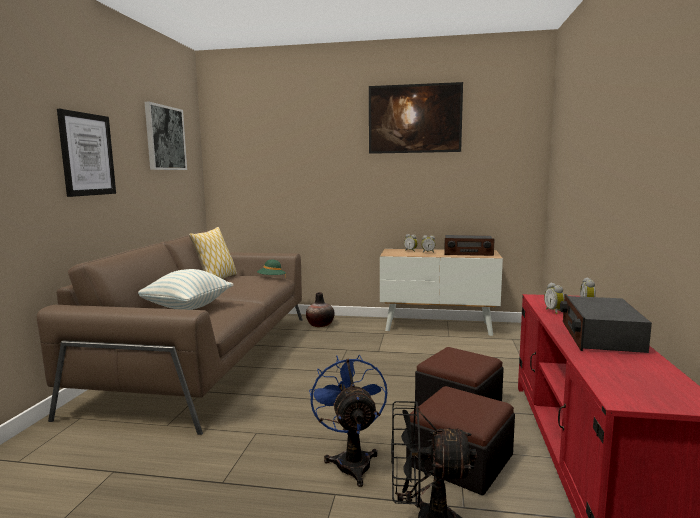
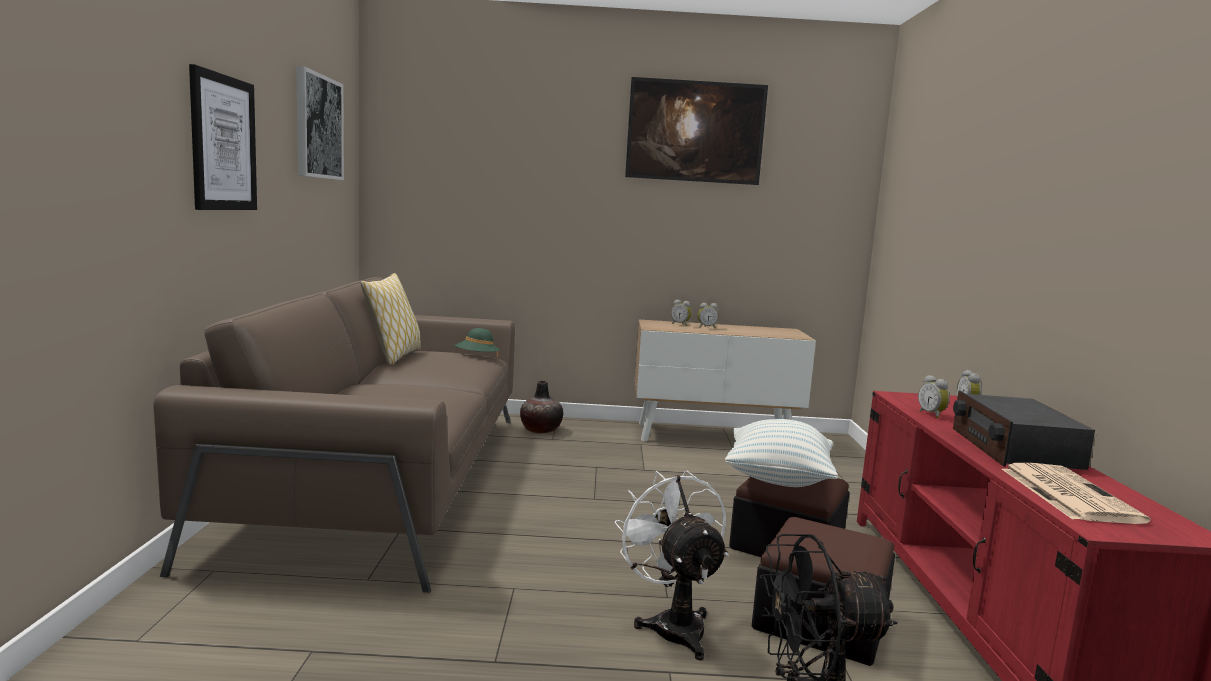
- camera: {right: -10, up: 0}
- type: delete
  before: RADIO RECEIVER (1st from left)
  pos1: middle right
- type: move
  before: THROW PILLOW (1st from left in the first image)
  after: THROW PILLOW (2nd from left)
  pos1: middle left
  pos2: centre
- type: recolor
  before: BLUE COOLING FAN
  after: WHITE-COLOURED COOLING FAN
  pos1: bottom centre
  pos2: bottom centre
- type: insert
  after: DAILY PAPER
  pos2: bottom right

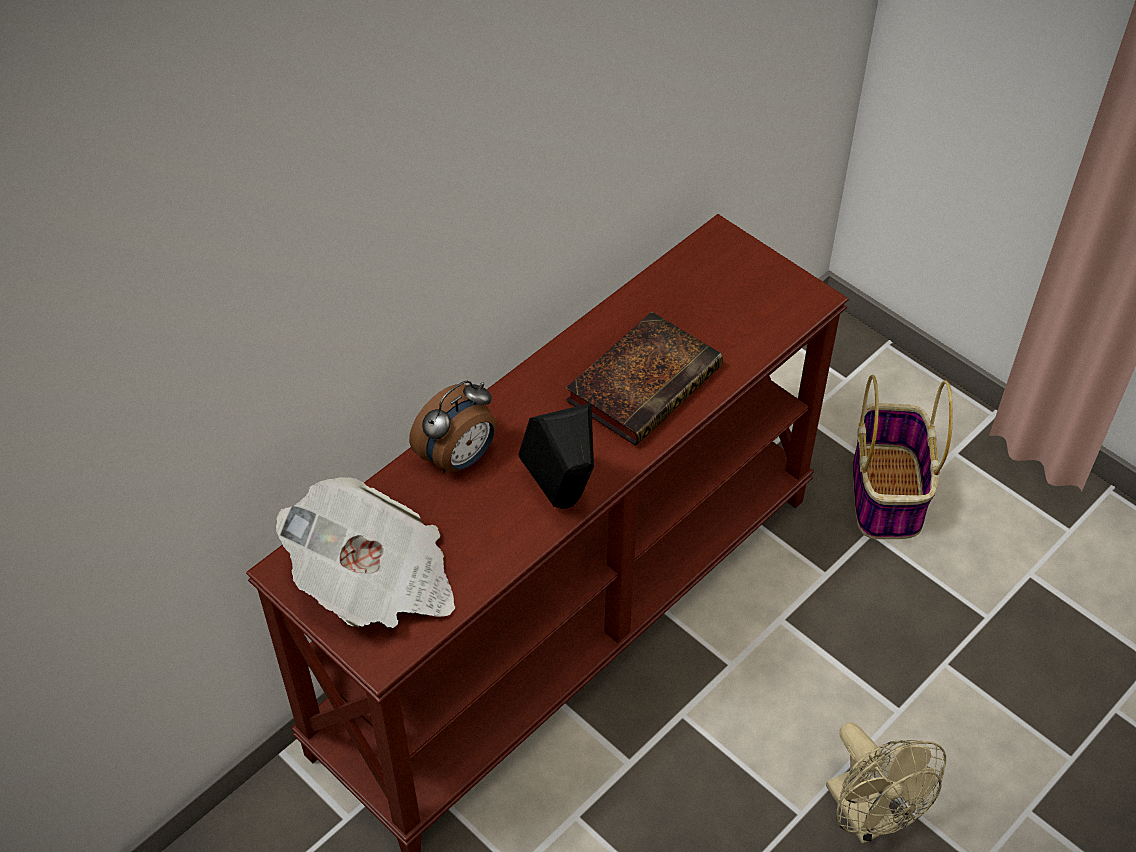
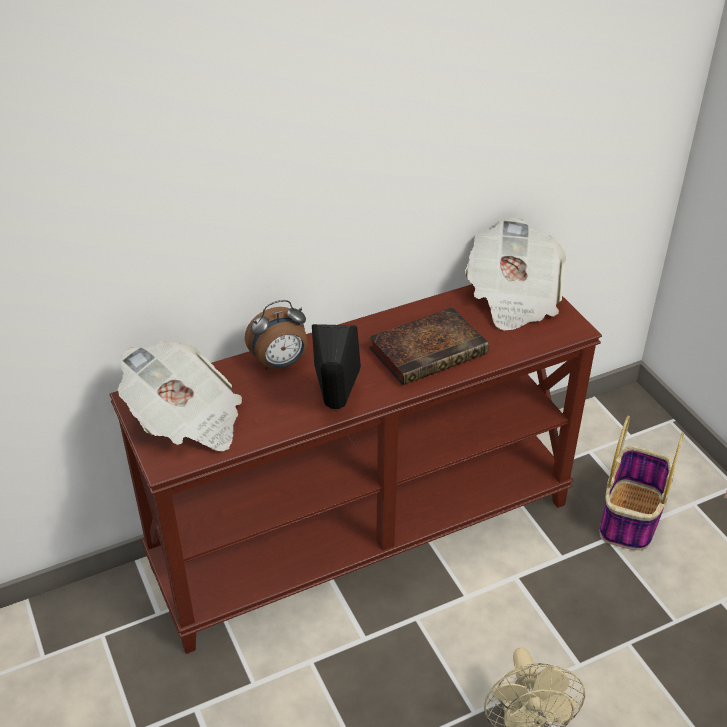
- camera: {right: 20, up: -10}
- type: insert
  after: DAILY PAPER (2nd from left)
  pos2: middle right

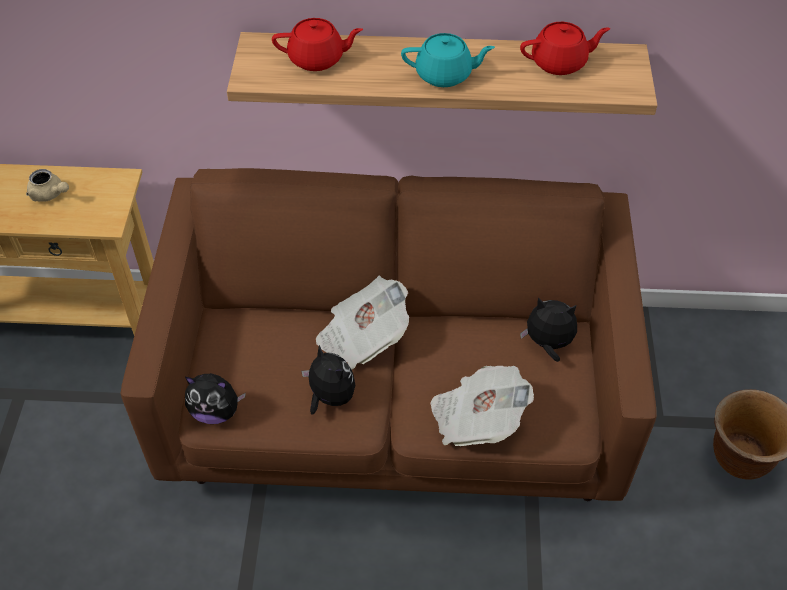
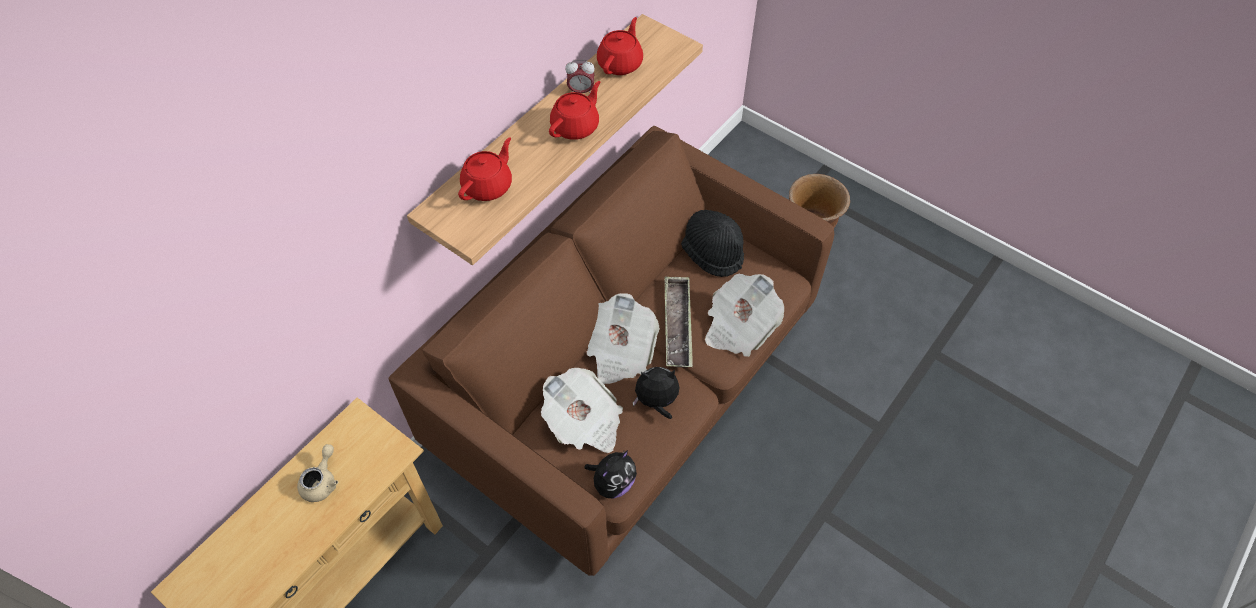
- camera: {right: -55, up: 5}
- type: recolor
  before: TURQUOISE-COLOURED TEA POT
  after: REDDISH TEA POT (2nd from left)
  pos1: top centre
  pos2: top centre
- type: rotate
  before: SAND-COLOURED TEA POT
  pos1: top left
  pos2: bottom left
  turn: -45
- type: replace
  before: SOFT TOY (3rd from left)
  after: BLACK WEARABLE HAT
  pos1: middle right
  pos2: centre
- type: insert
  after: ALARM CLOCK
  pos2: top centre
- type: insert
  after: SERVING TRAY
  pos2: centre
- type: insert
  after: DAILY PAPER (1st from left)
  pos2: bottom centre

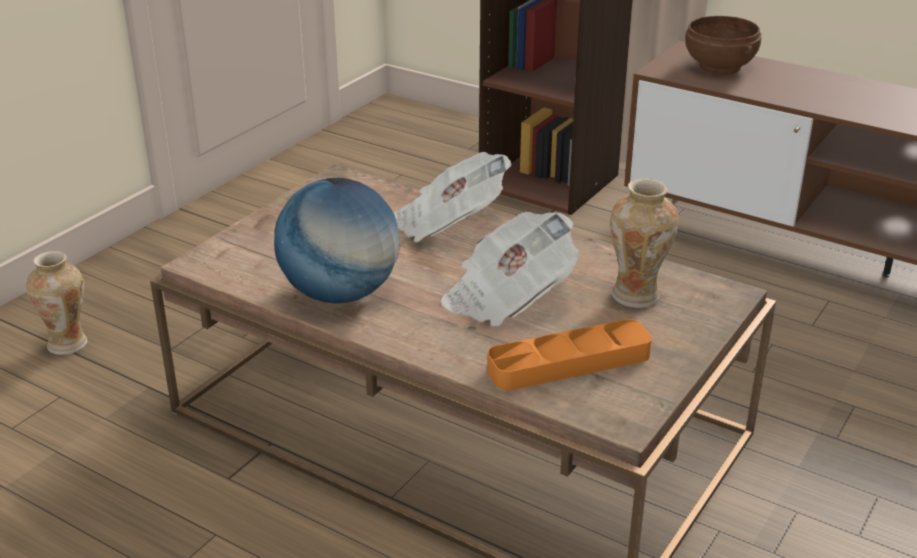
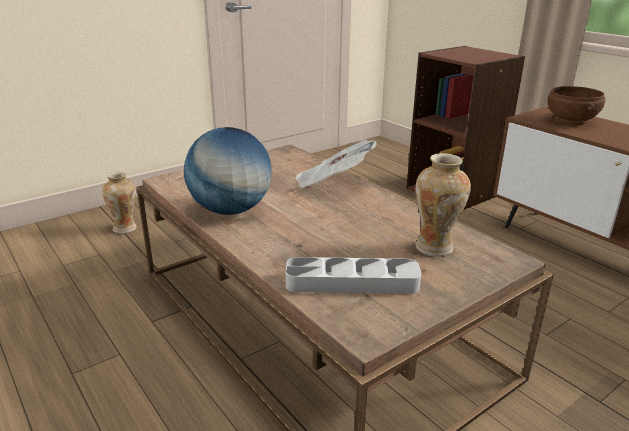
- camera: {right: 20, up: -5}
- type: delete
  before: DAILY PAPER (2nd from left)
  pos1: centre
- type: recolor
  before: ORANGE SERVING TRAY
  after: GREYISH SERVING TRAY
  pos1: centre
  pos2: centre

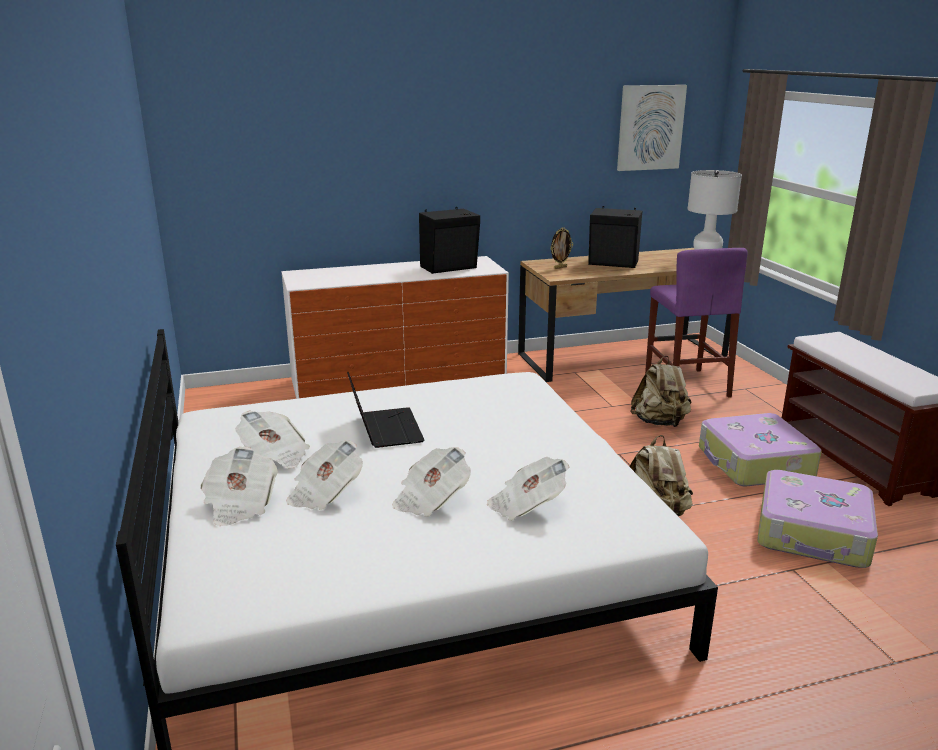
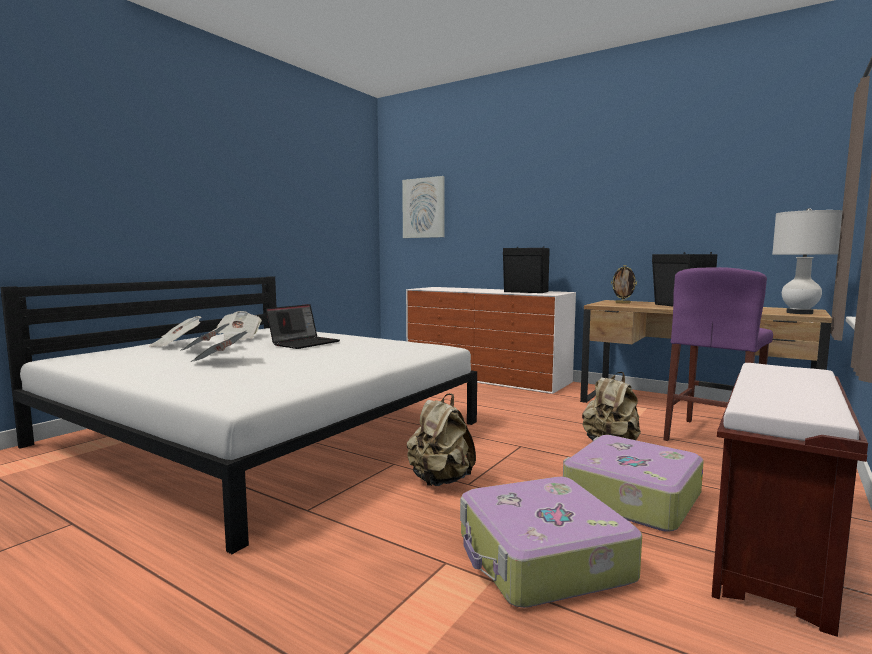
- camera: {right: 50, up: -15}
- type: move
  before: PICTURE
  pos1: top right
  pos2: top centre
- type: delete
  before: DAILY PAPER (5th from left)
  pos1: centre

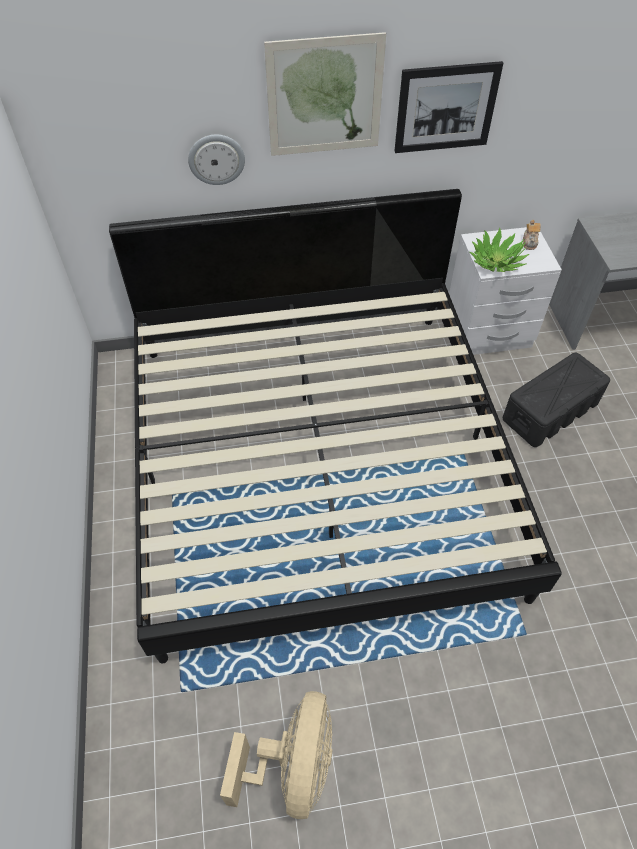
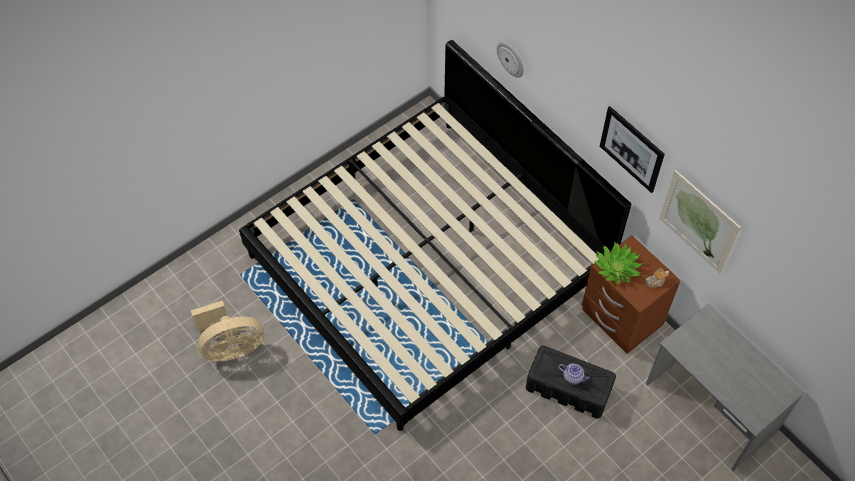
- camera: {right: 60, up: 5}
- type: move
  before: PICTURE (1st from left in the first image)
  after: PICTURE (2nd from left)
  pos1: top centre
  pos2: middle right
- type: recolor
  before: WHITE-COLOURED BEDSIDE TABLE
  after: BROWN BEDSIDE TABLE
  pos1: middle right
  pos2: middle right
- type: insert
  after: TEA POT (1st from left)
  pos2: bottom right

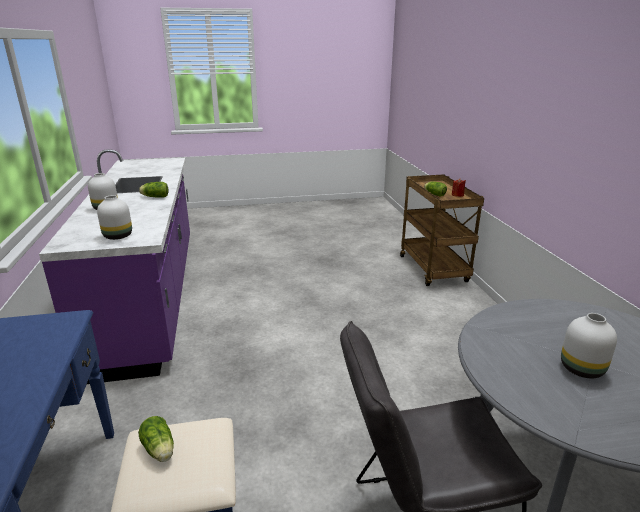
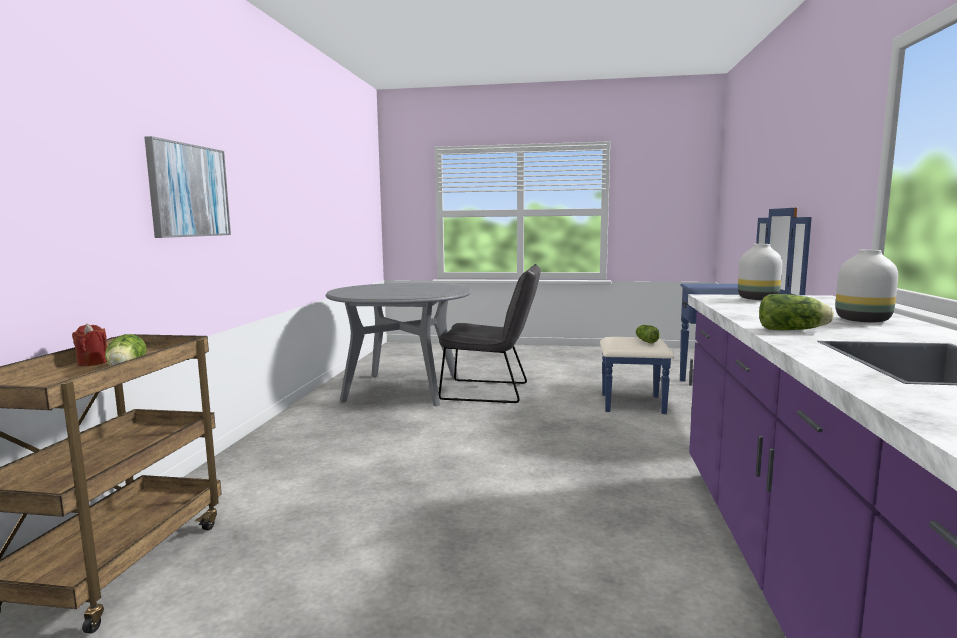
- camera: {right: -160, up: -15}
- type: delete
  before: WHITE-COLOURED VASE (3rd from left)
  pos1: bottom right
- type: insert
  after: PICTURE
  pos2: top left

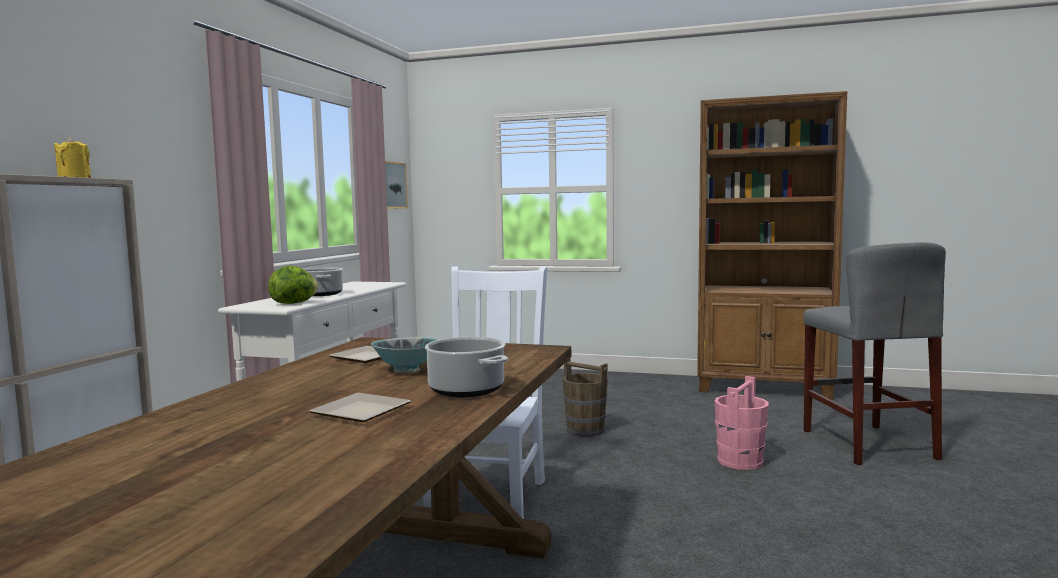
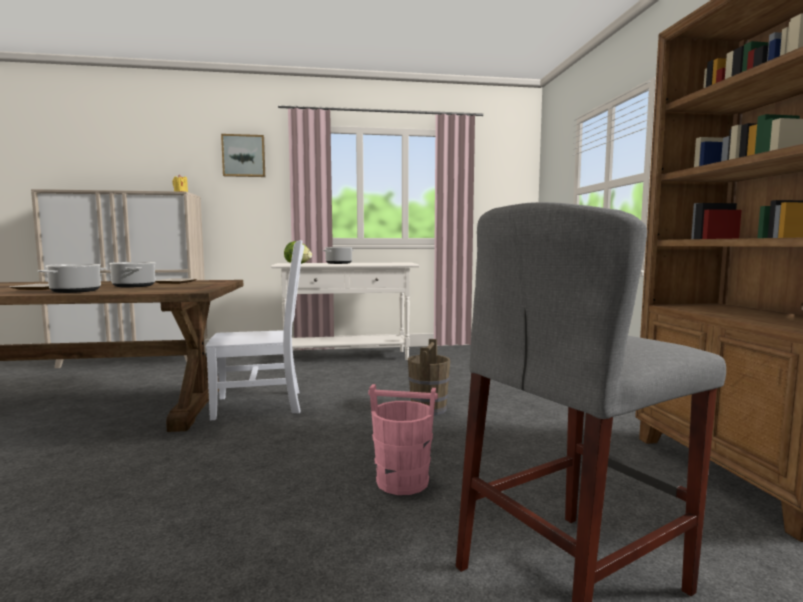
- camera: {right: 65, up: 0}
- type: move
  before: PICTURE
  pos1: top centre
  pos2: top left
- type: replace
  before: DEEP DISH
  after: SAUCEPOT (2nd from left)
  pos1: centre
  pos2: middle left

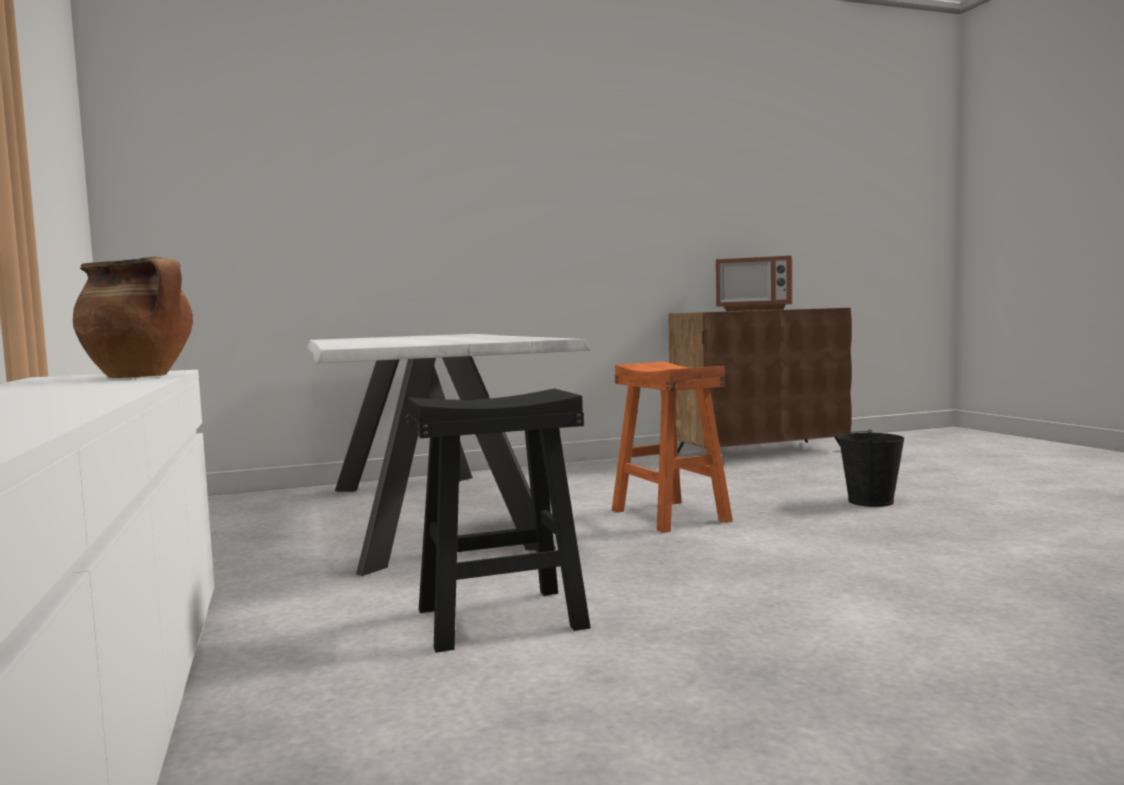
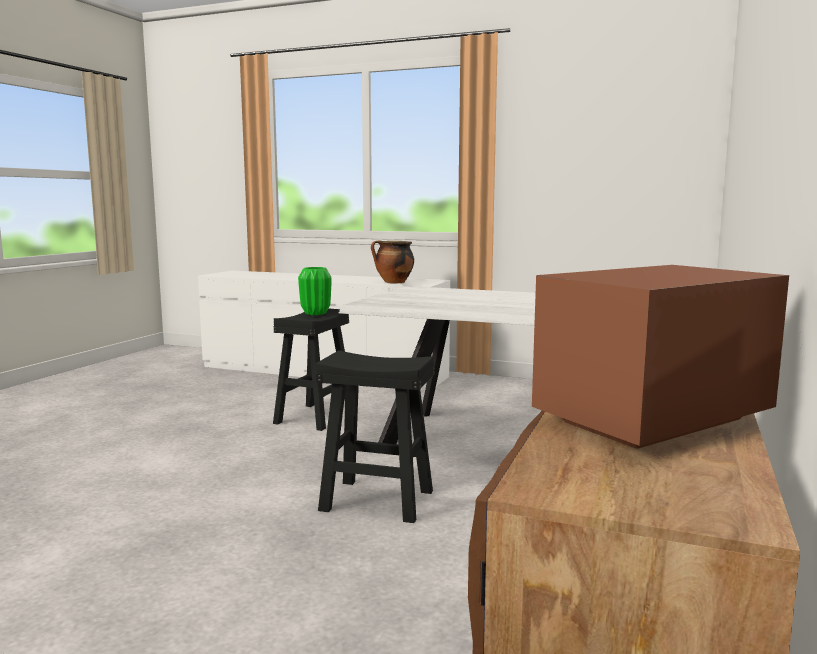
- camera: {right: 130, up: 5}
- type: recolor
  before: ORANGE SITTING STOOL
  after: BLACK SITTING STOOL (2nd from left)
  pos1: centre
  pos2: bottom centre
- type: delete
  before: BLACK BUCKET
  pos1: middle right
- type: insert
  after: GREENISH VASE
  pos2: centre

